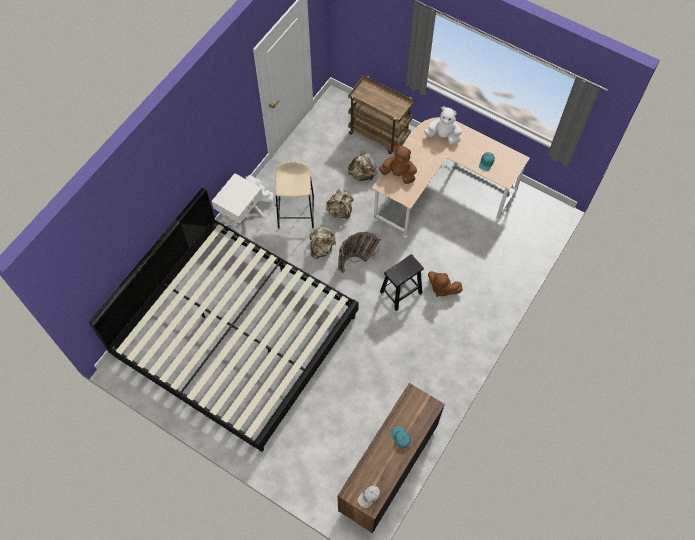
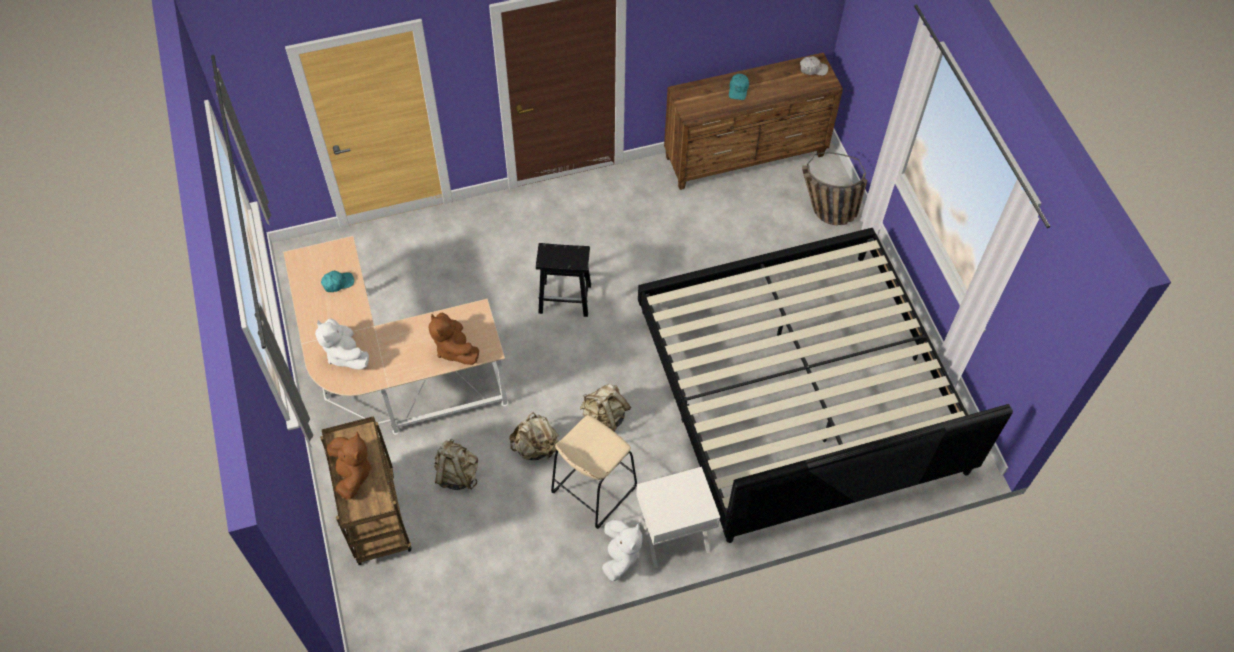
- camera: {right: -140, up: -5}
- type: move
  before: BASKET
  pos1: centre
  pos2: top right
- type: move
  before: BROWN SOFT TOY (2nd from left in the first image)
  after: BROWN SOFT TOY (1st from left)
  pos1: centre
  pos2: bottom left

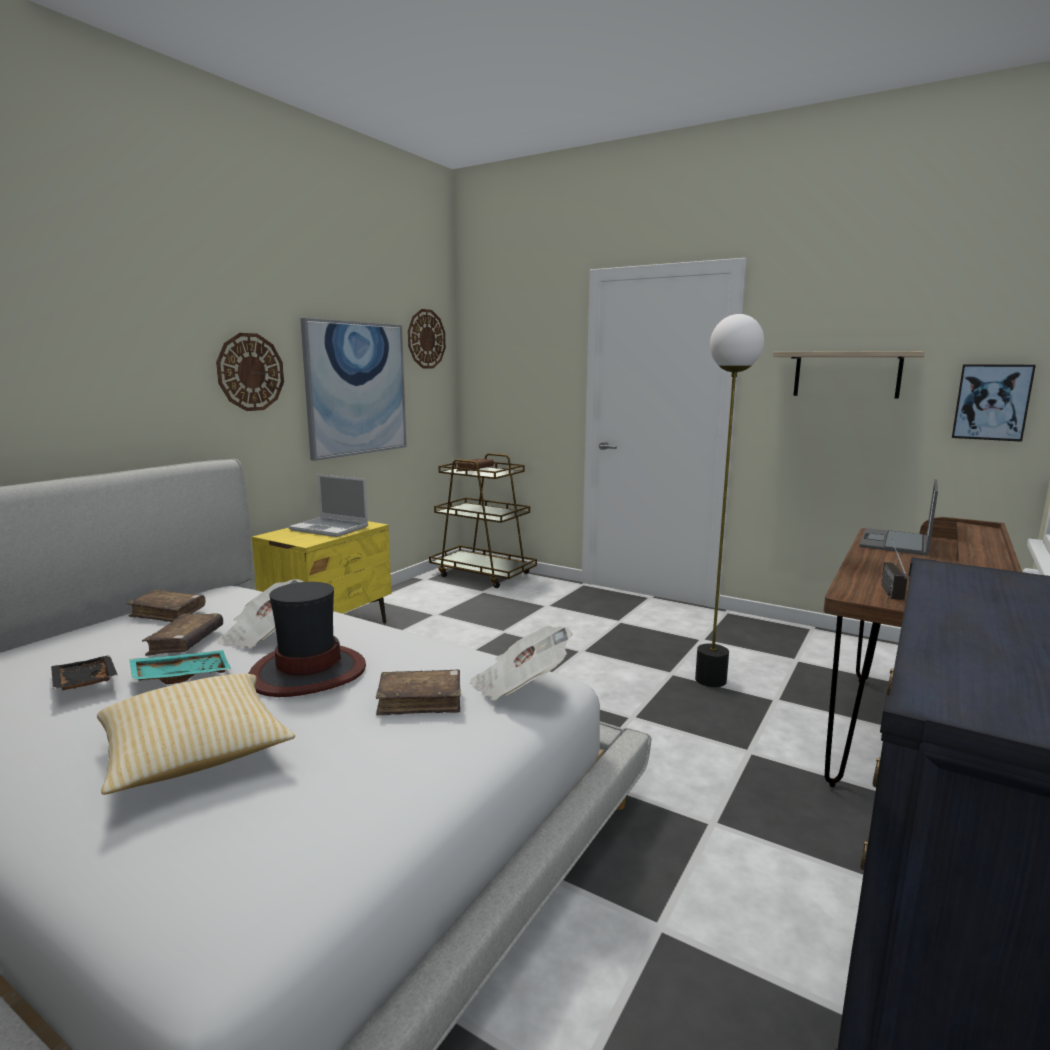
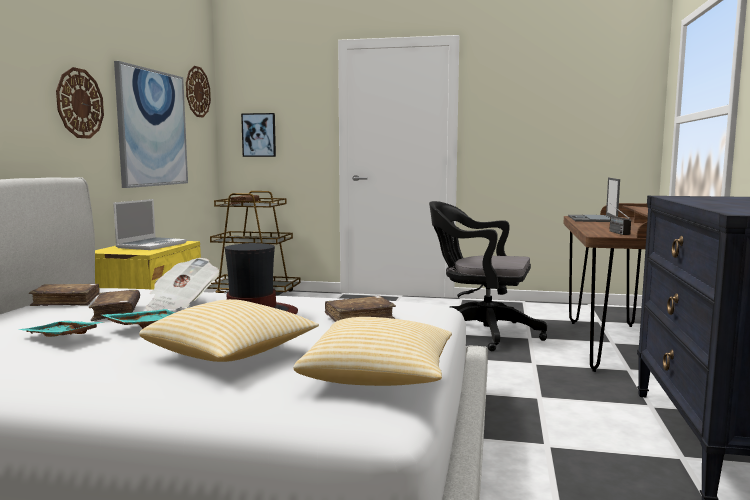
- camera: {right: -20, up: -5}
- type: replace
  before: FLOOR LAMP
  after: BLACK COMPUTER CHAIR
  pos1: middle right
  pos2: centre
- type: delete
  before: WALL SHELF
  pos1: middle right
- type: move
  before: PICTURE (2nd from left)
  pos1: middle right
  pos2: top centre
- type: rotate
  before: NOTEBOOK COMPUTER (1st from left)
  pos1: middle left
  pos2: middle left
  turn: -75
- type: delete
  before: DAILY PAPER (2nd from left)
  pos1: centre
- type: recolor
  before: BLACK SERVING TRAY
  after: TURQUOISE-COLOURED SERVING TRAY (1st from left)
  pos1: middle left
  pos2: middle left
- type: insert
  after: THROW PILLOW (2nd from left)
  pos2: bottom centre

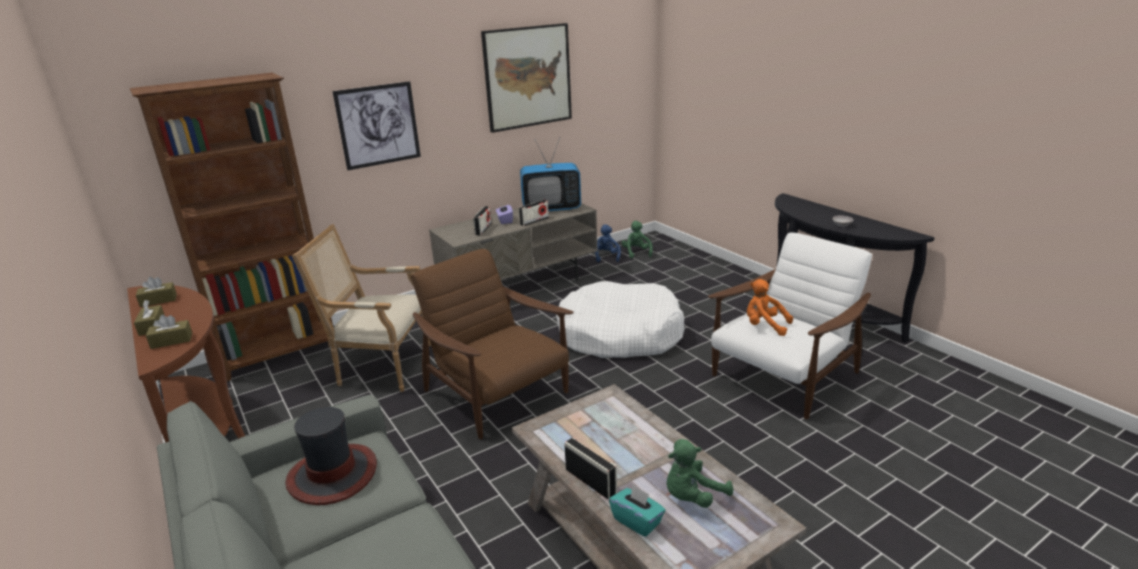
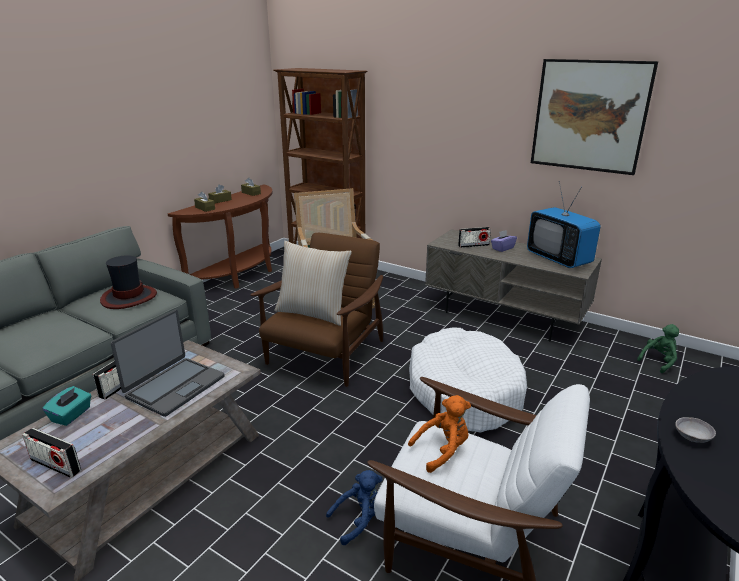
- camera: {right: 65, up: 0}
- type: delete
  before: PICTURE (1st from left)
  pos1: top left
- type: move
  before: RADIO RECEIVER (2nd from left in the first image)
  after: RADIO RECEIVER (1st from left)
  pos1: centre
  pos2: bottom left
- type: move
  before: BLUE SOFT TOY
  pos1: centre
  pos2: bottom centre
- type: rotate
  before: ORANGE SOFT TOY
  pos1: middle right
  pos2: bottom centre
  turn: 60
- type: delete
  before: GREENISH SOFT TOY (2nd from left)
  pos1: bottom centre
- type: insert
  after: SAND-COLOURED THROW PILLOW
  pos2: centre
- type: insert
  after: NOTEBOOK COMPUTER
  pos2: middle left

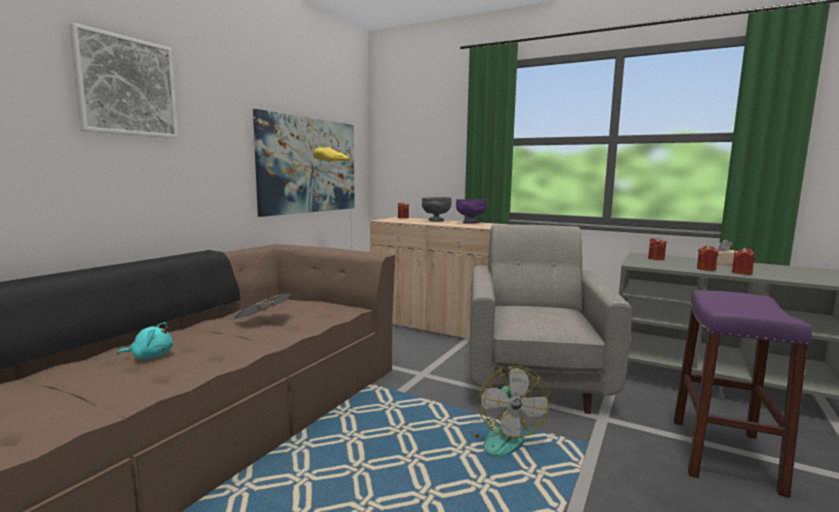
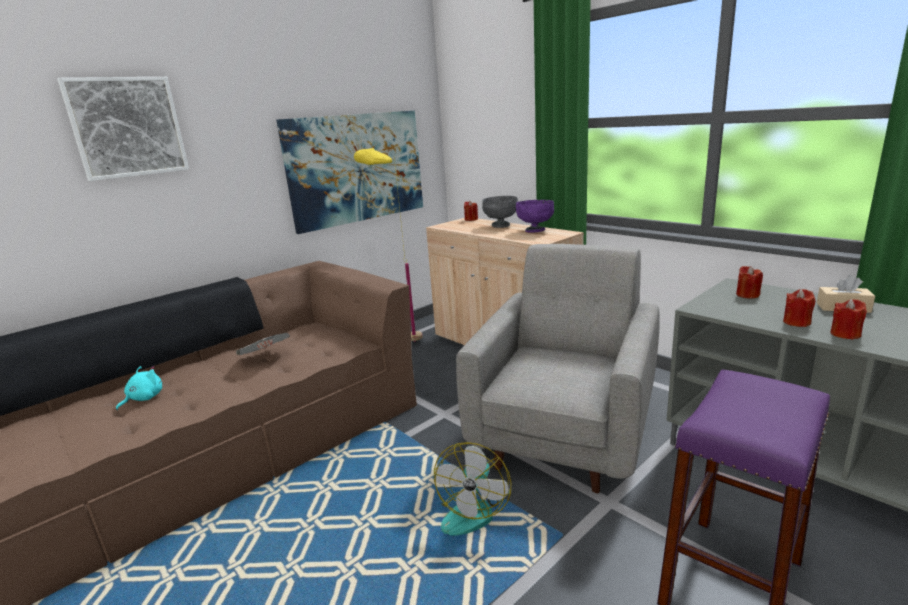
- camera: {right: 20, up: 10}
- type: rotate
  before: TURQUOISE-COLOURED SOFT TOY
  pos1: middle left
  pos2: middle left
  turn: -75

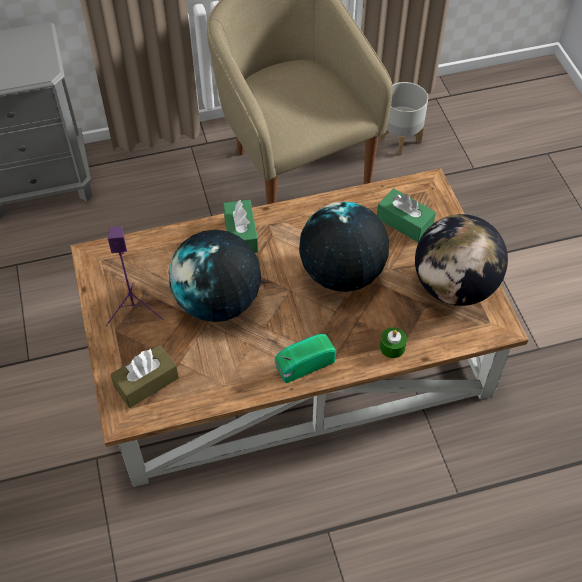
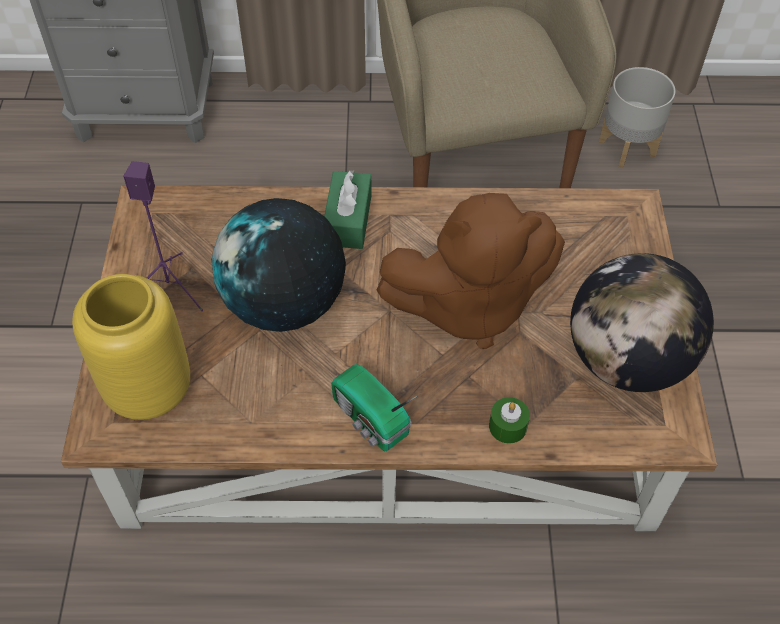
- camera: {right: 15, up: 0}
- type: delete
  before: GREENISH BOX OF TISSUES (2nd from left)
  pos1: middle right
- type: replace
  before: DESK GLOBE (2nd from left)
  after: BROWN SOFT TOY
  pos1: centre
  pos2: centre
- type: rotate
  before: RADIO RECEIVER
  pos1: centre
  pos2: centre
  turn: -120
- type: replace
  before: BROWN BOX OF TISSUES
  after: YELLOW VASE
  pos1: middle left
  pos2: middle left

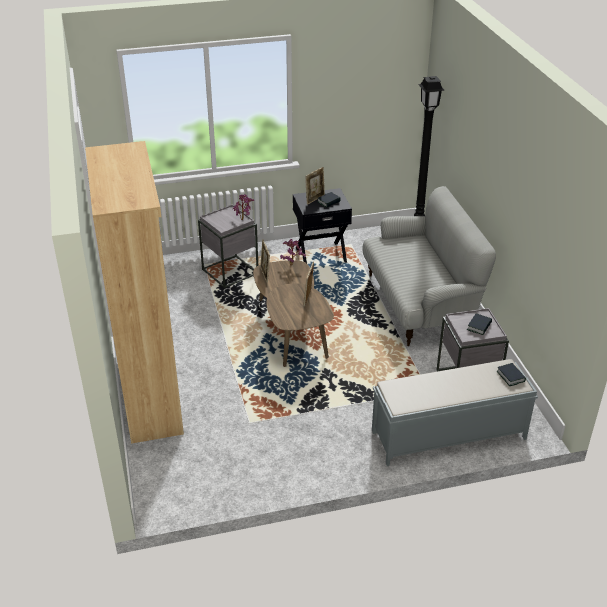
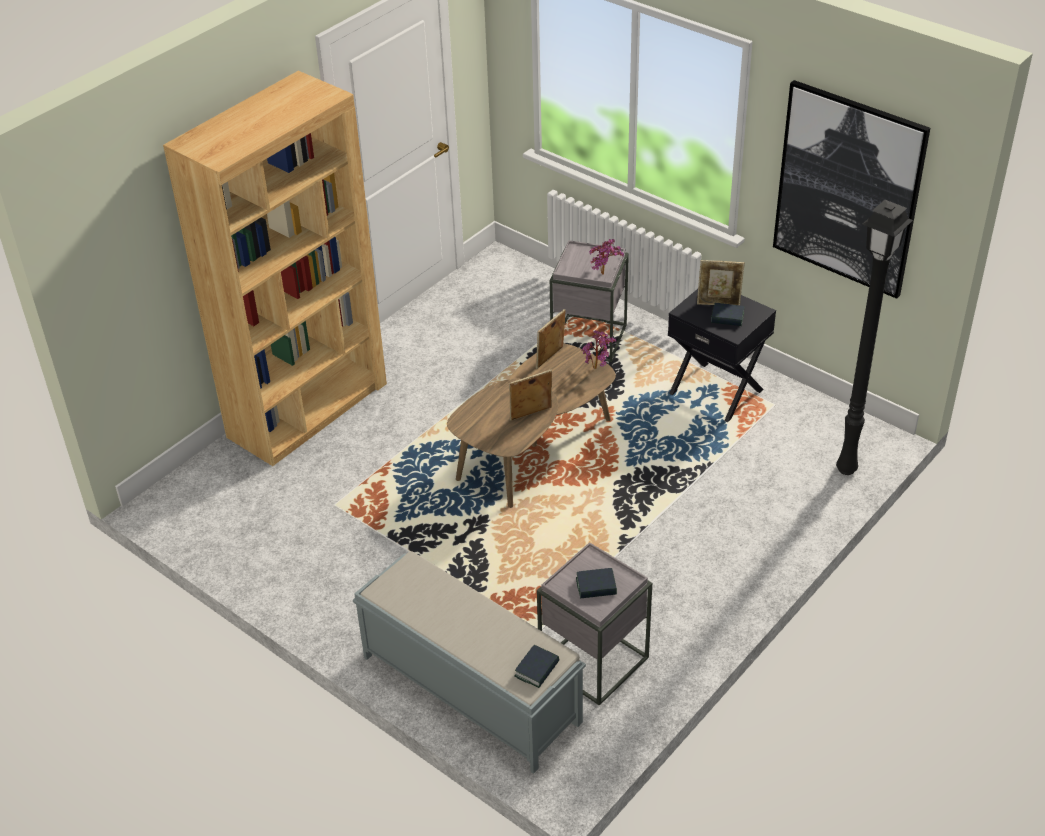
- camera: {right: 55, up: 5}
- type: delete
  before: SETTEE
  pos1: middle right
- type: insert
  after: PICTURE
  pos2: top right

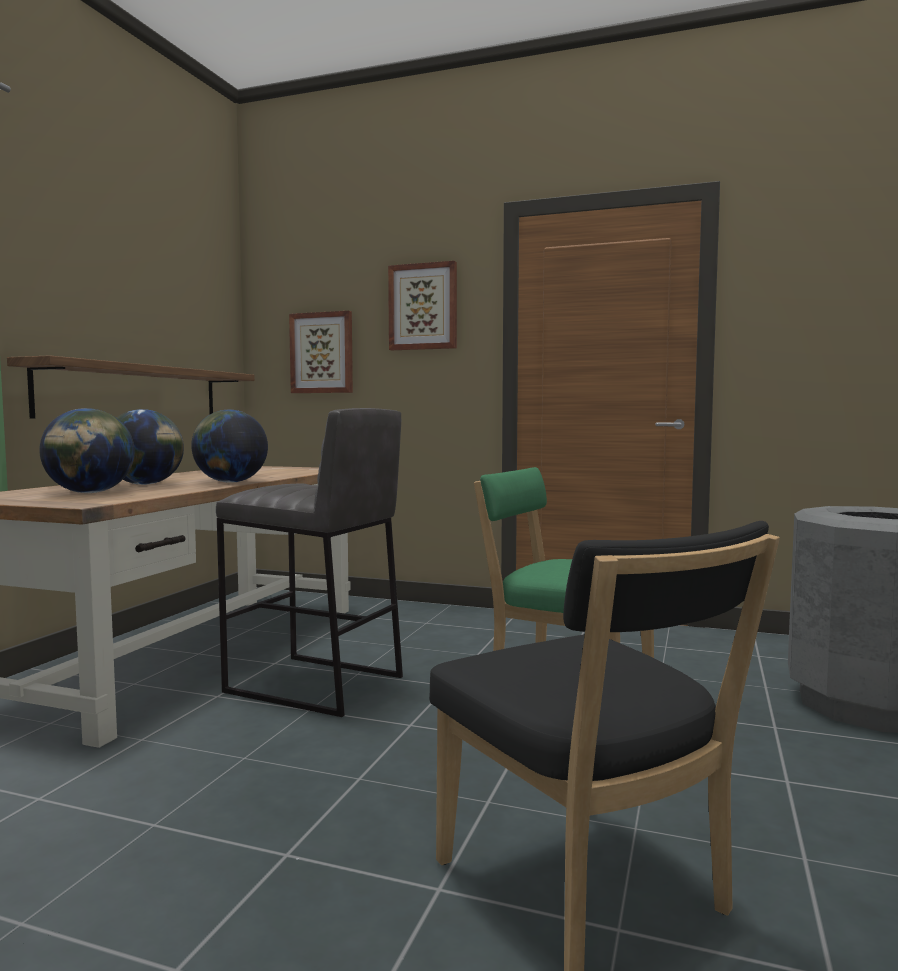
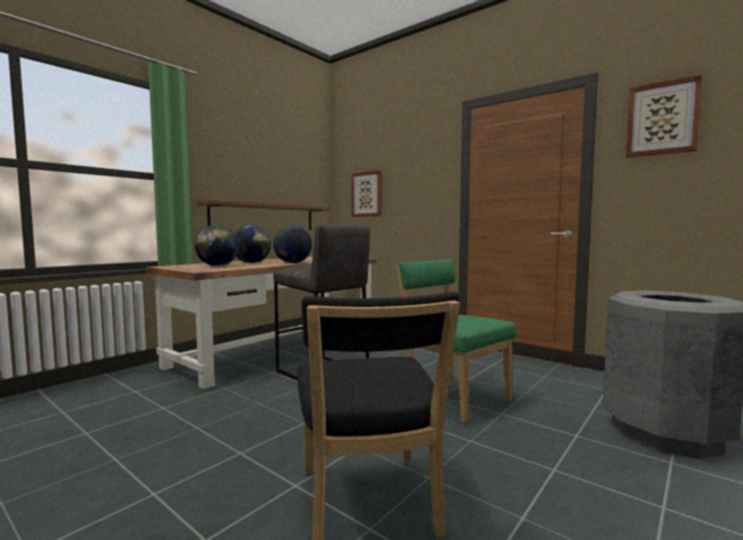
- camera: {right: 20, up: 0}
- type: move
  before: PICTURE (2nd from left)
  pos1: top centre
  pos2: top right

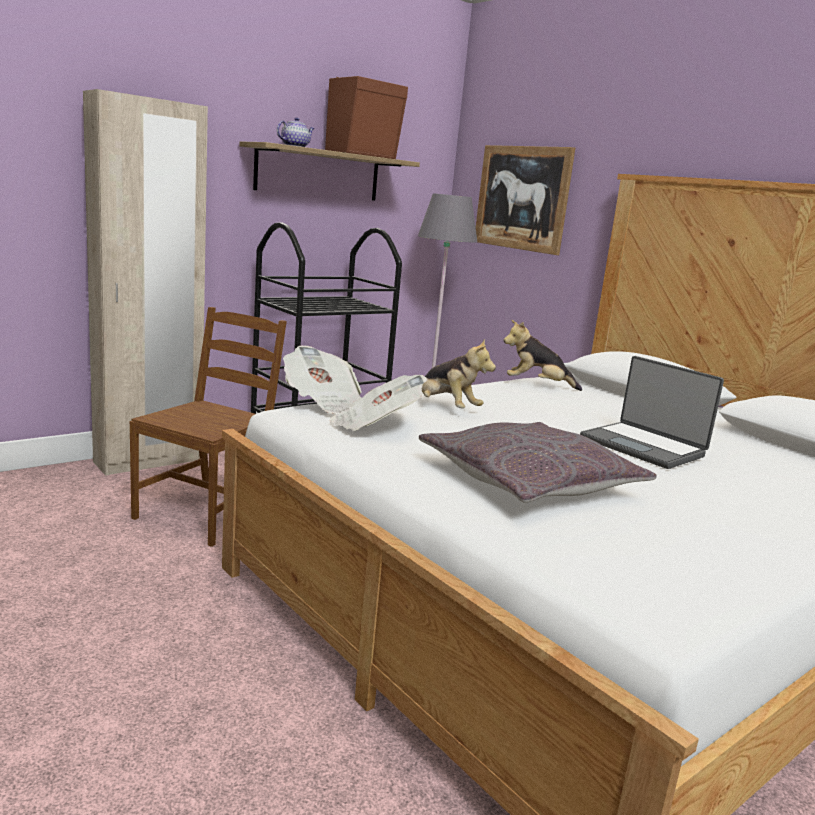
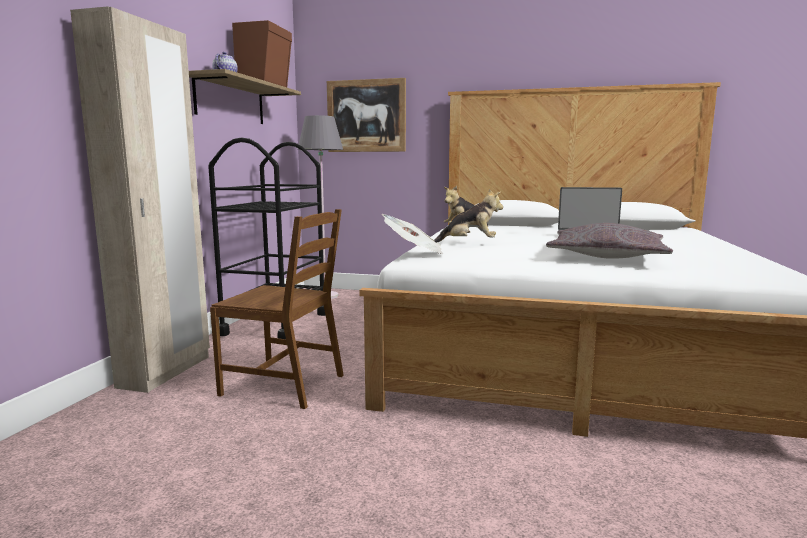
- camera: {right: -35, up: -5}
- type: rotate
  before: BROWN PLAIN CHAIR
  pos1: middle left
  pos2: centre
  turn: 120
- type: delete
  before: DAILY PAPER (2nd from left)
  pos1: centre

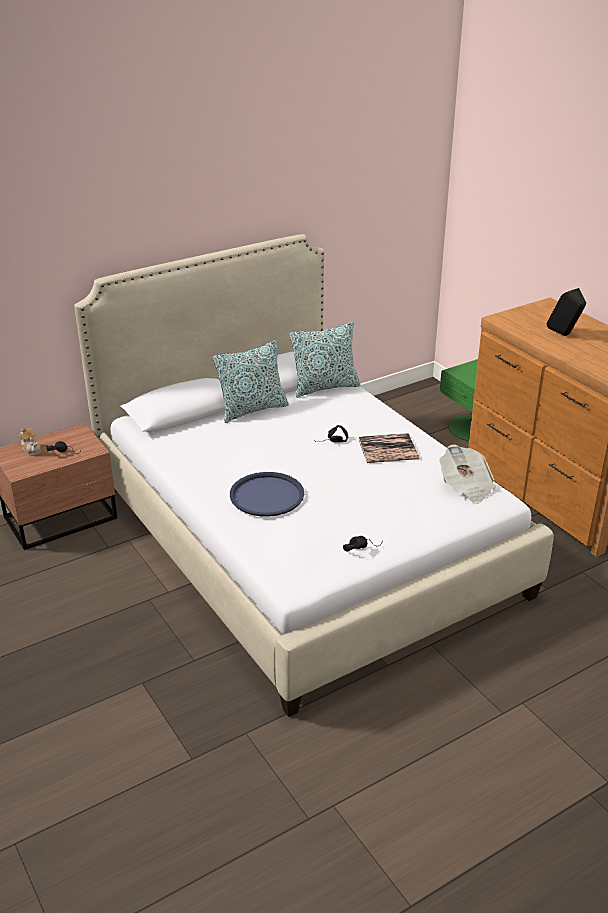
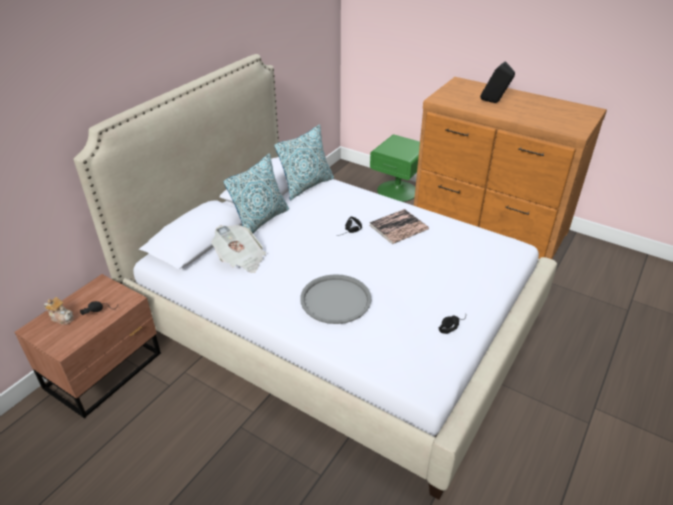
- camera: {right: -25, up: 5}
- type: move
  before: DAILY PAPER
  pos1: middle right
  pos2: centre
- type: recolor
  before: BLUE SERVING TRAY
  after: GREYISH SERVING TRAY
  pos1: centre
  pos2: centre

